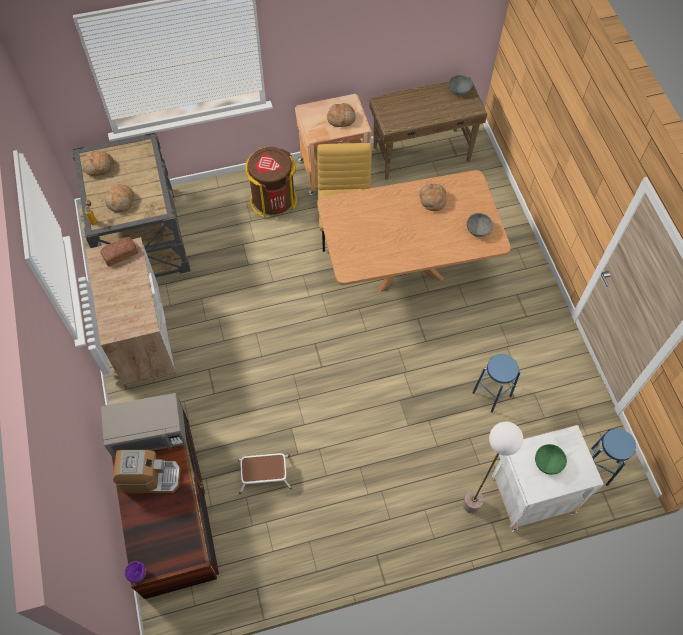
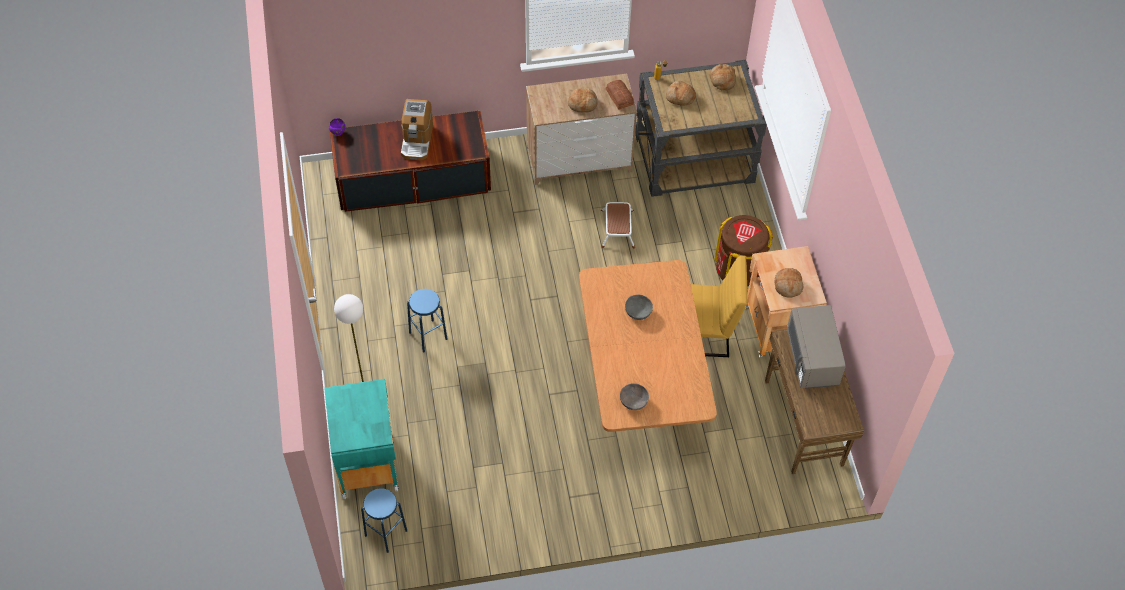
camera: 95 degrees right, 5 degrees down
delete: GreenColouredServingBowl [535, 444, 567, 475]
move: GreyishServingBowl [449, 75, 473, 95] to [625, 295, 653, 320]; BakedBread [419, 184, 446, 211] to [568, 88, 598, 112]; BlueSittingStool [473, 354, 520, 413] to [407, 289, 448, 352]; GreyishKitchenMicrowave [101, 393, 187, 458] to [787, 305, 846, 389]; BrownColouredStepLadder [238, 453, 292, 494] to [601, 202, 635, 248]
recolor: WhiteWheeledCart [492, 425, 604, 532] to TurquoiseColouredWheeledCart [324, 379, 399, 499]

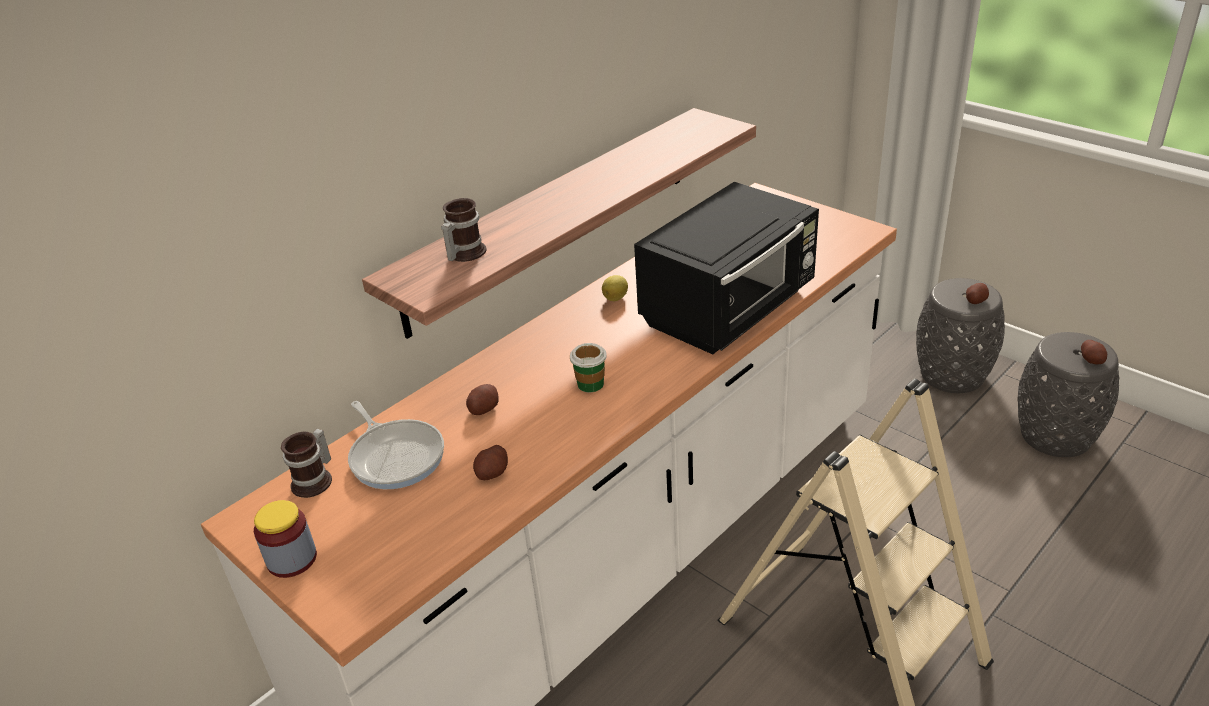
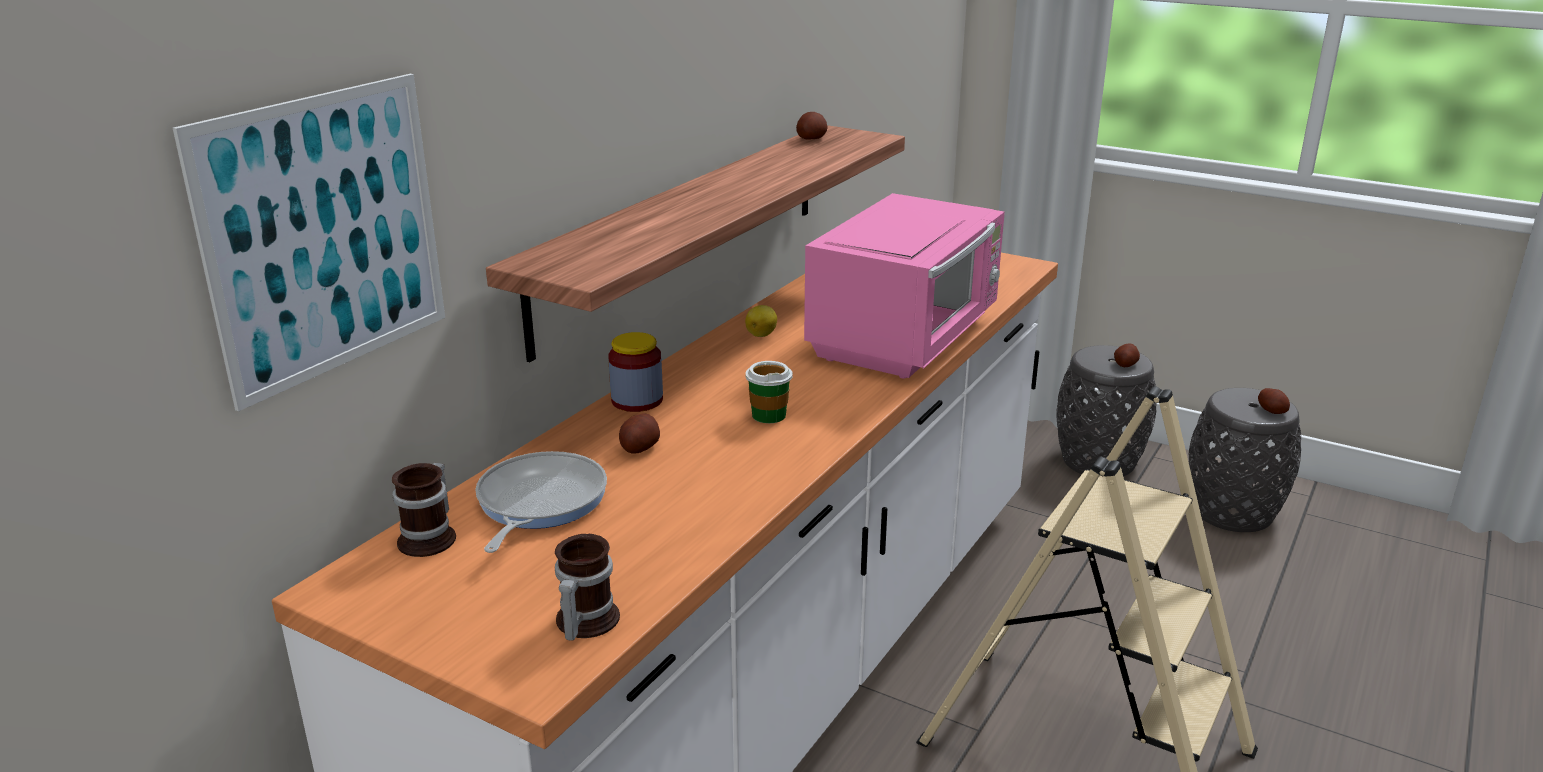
camera: 15 degrees left, 10 degrees down
insert: WallArt [173, 74, 445, 411]
move: TeaMug [441, 198, 486, 262] to [555, 534, 620, 641]; Potato [473, 445, 508, 480] to [796, 112, 828, 140]; PreserveJar [254, 500, 317, 578] to [608, 332, 663, 412]
recolor: BlackishKitchenMicrowave [634, 182, 819, 354] to PinkishKitchenMicrowave [804, 193, 1005, 379]
rotate: Pan [348, 401, 444, 489] = [475, 451, 607, 553] 120 degrees counterclockwise

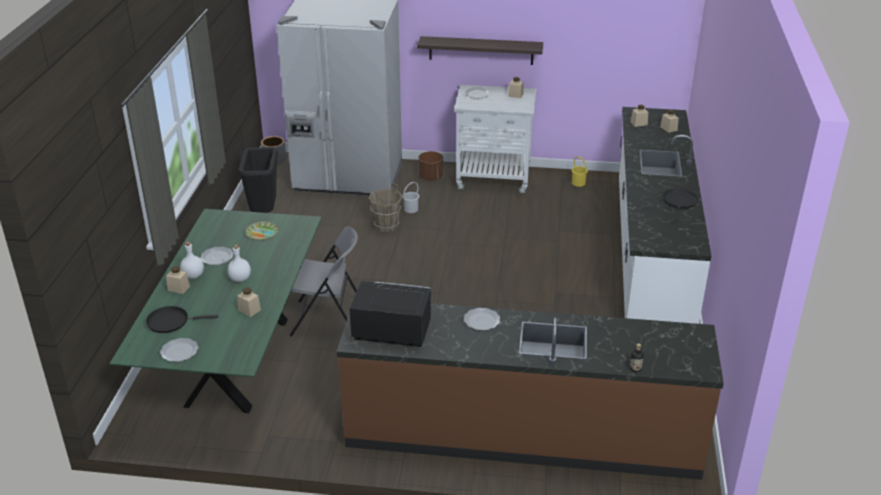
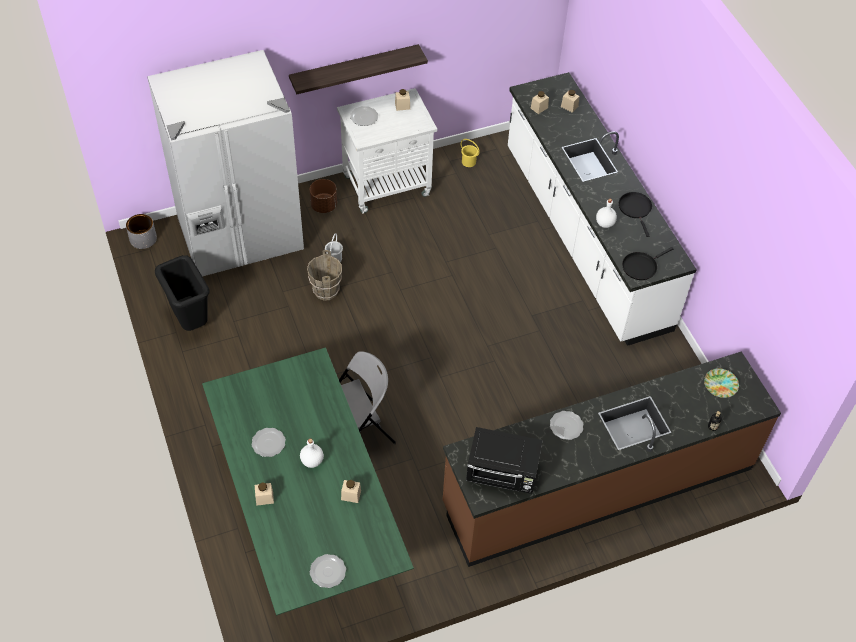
camera: 30 degrees left, 20 degrees up
move: Plate [245, 221, 279, 240] to [704, 368, 739, 398]; WhiteBeverageBottle [180, 242, 204, 279] to [596, 199, 617, 228]; BlackishPan [146, 306, 218, 333] to [622, 247, 673, 280]
rotate: BlackishKitchenMicrowave [349, 281, 431, 347] = [466, 427, 543, 494] 150 degrees counterclockwise

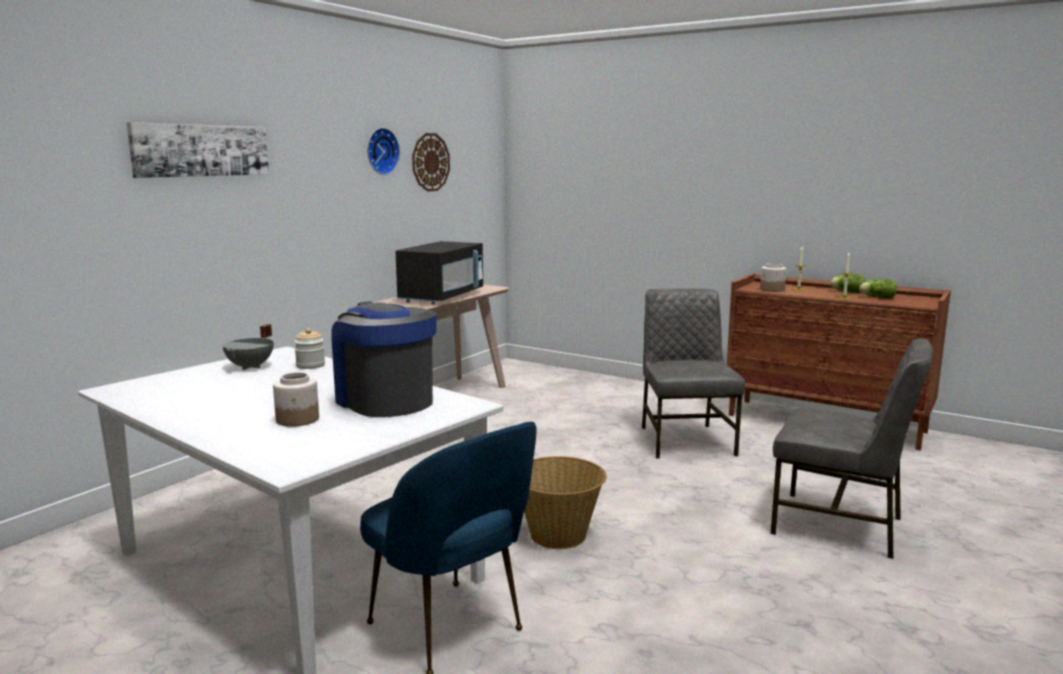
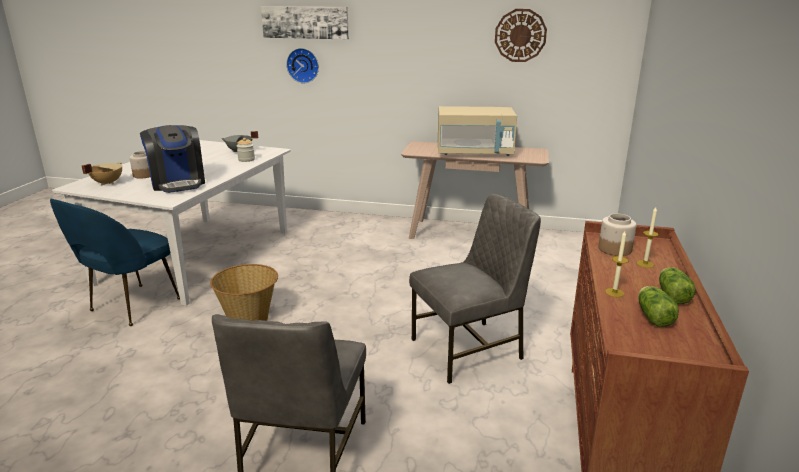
camera: 70 degrees right, 10 degrees up
insert: BeigeColouredSaucepot [82, 162, 122, 185]
move: HangingClock [367, 128, 400, 175] to [286, 48, 319, 83]
recolor: BlackishKitchenMicrowave [396, 241, 483, 304] to BeigeColouredKitchenMicrowave [438, 106, 517, 156]
rotate: CoffeeMaker [331, 301, 437, 417] = [140, 125, 205, 193] 120 degrees clockwise

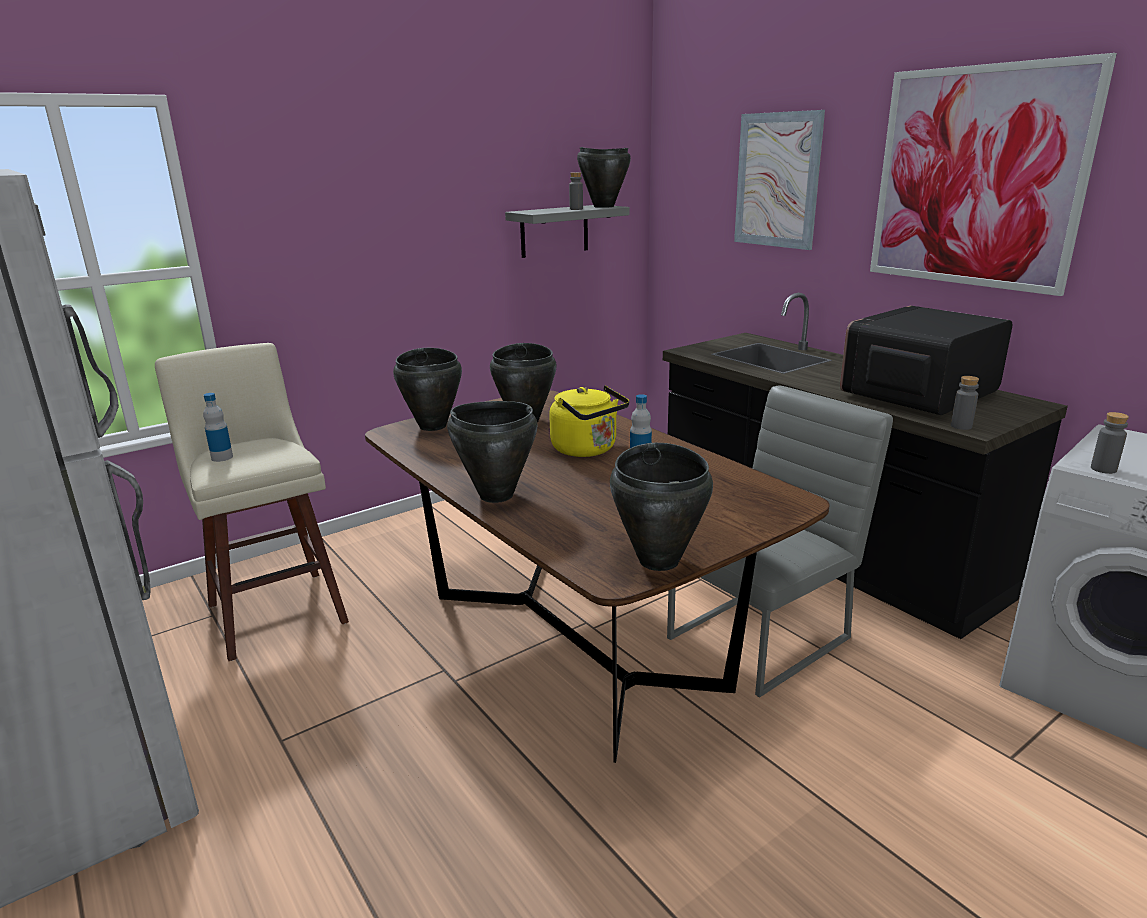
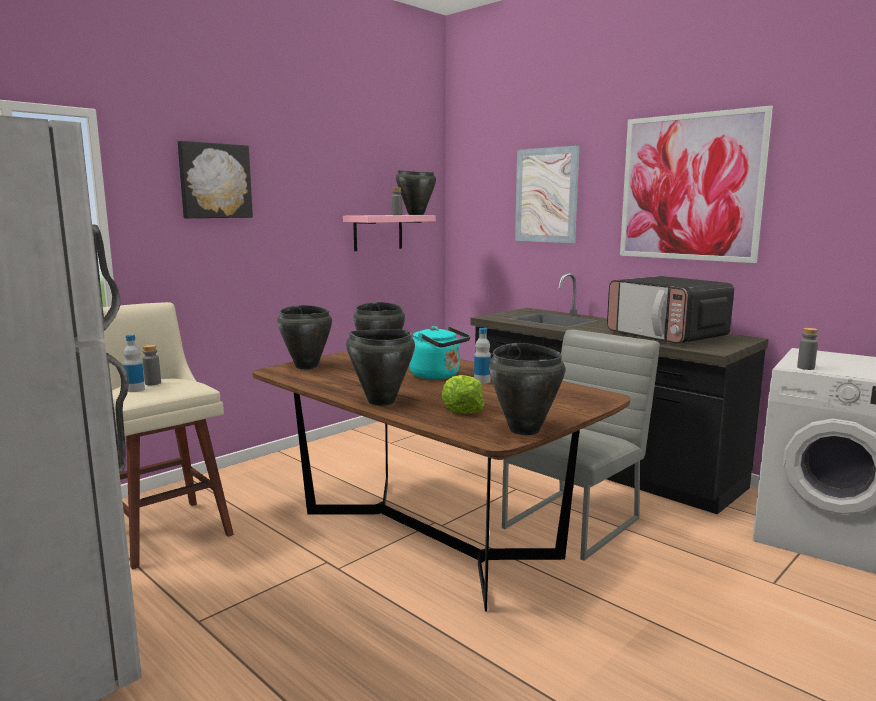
camera: 10 degrees left, 10 degrees down
insert: WallArt [178, 141, 253, 218]; Lettuce [442, 375, 484, 414]
move: GreyishBeverageBottle [951, 376, 979, 430] to [143, 345, 161, 385]
recolor: GreyishBracketShelf [505, 205, 630, 258] to PinkishBracketShelf [343, 215, 436, 251]; YellowishKettle [549, 385, 629, 457] to TurquoiseColouredKettle [409, 326, 470, 379]
rotate: KitchenMicrowave [840, 306, 1012, 415] = [607, 276, 734, 344] 75 degrees counterclockwise

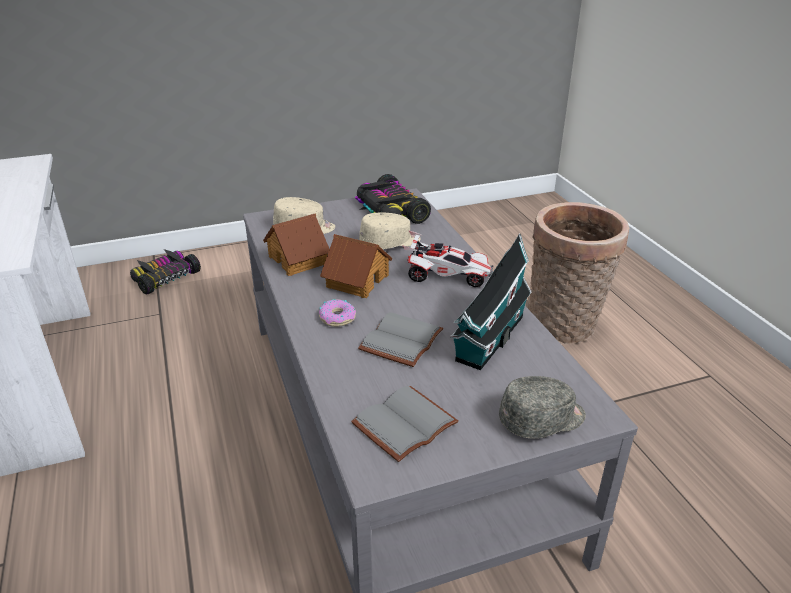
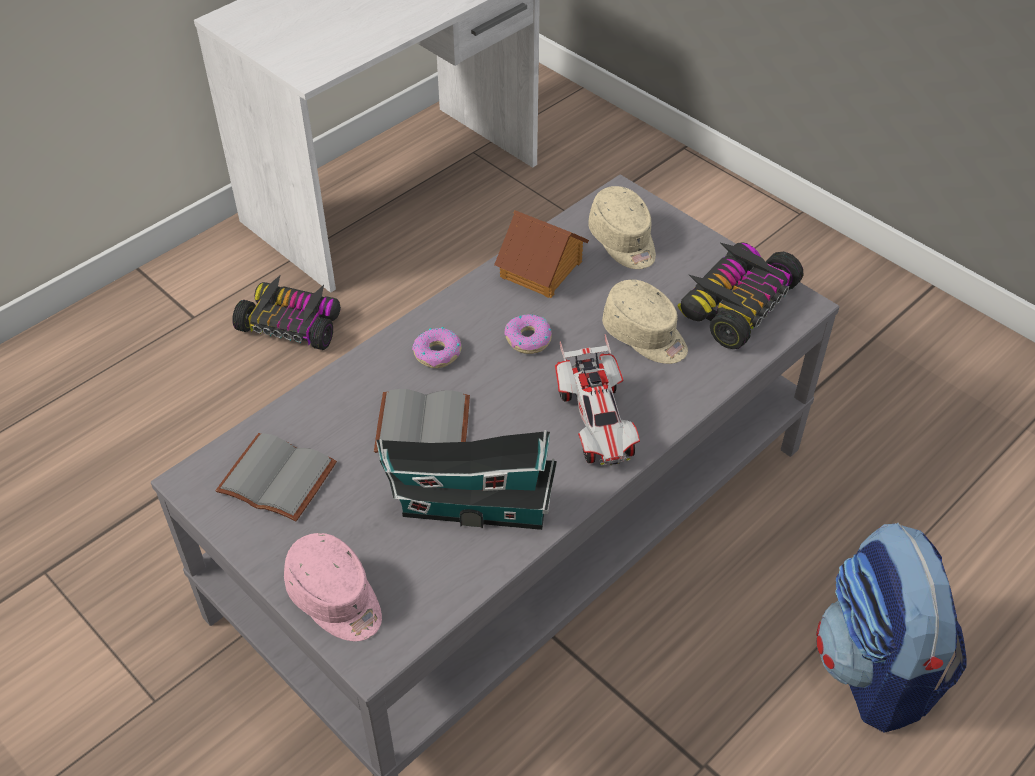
camera: 65 degrees right, 15 degrees up
move: ModelCar [130, 249, 201, 294] to [232, 276, 341, 350]
replace: HouseholdBasket [528, 202, 629, 344] to Backpack [816, 523, 967, 733]; ToyHouse [320, 234, 392, 298] to RingDoughnut [505, 314, 552, 354]
recolor: GreyishPeakedCap [499, 376, 586, 439] to PinkishPeakedCap [284, 533, 382, 641]

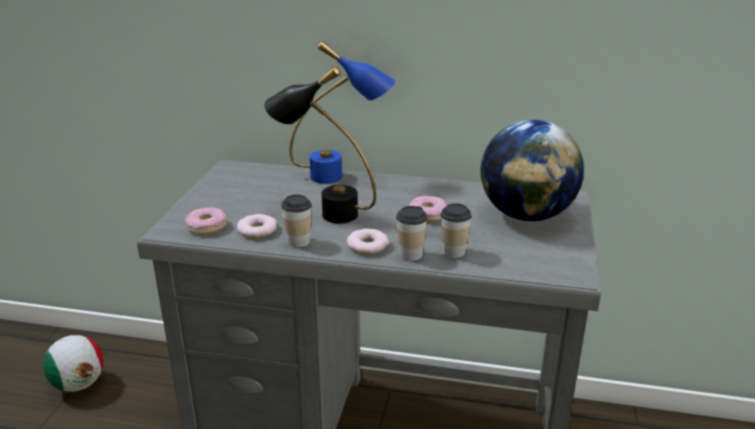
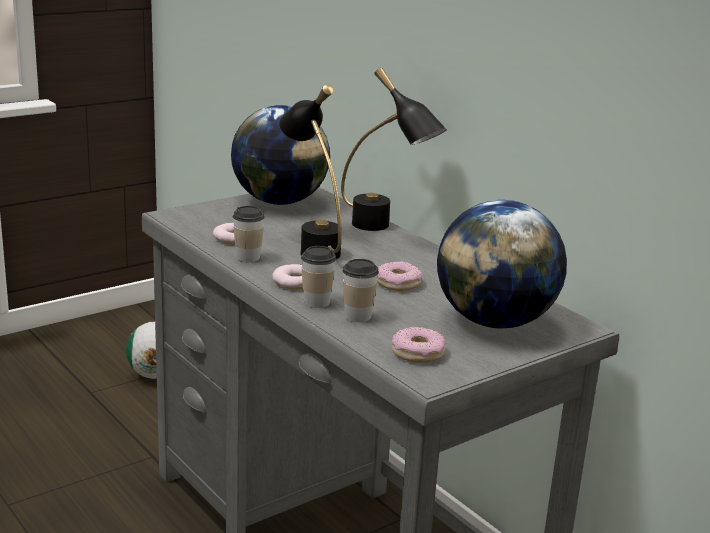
camera: 40 degrees right, 5 degrees down
insert: WorldGlobe [231, 105, 330, 205]
move: RingDoughnut [185, 207, 226, 235] to [392, 327, 446, 363]
recolor: BlueTabletopLamp [289, 41, 395, 184] to BlackishTabletopLamp [341, 68, 447, 231]

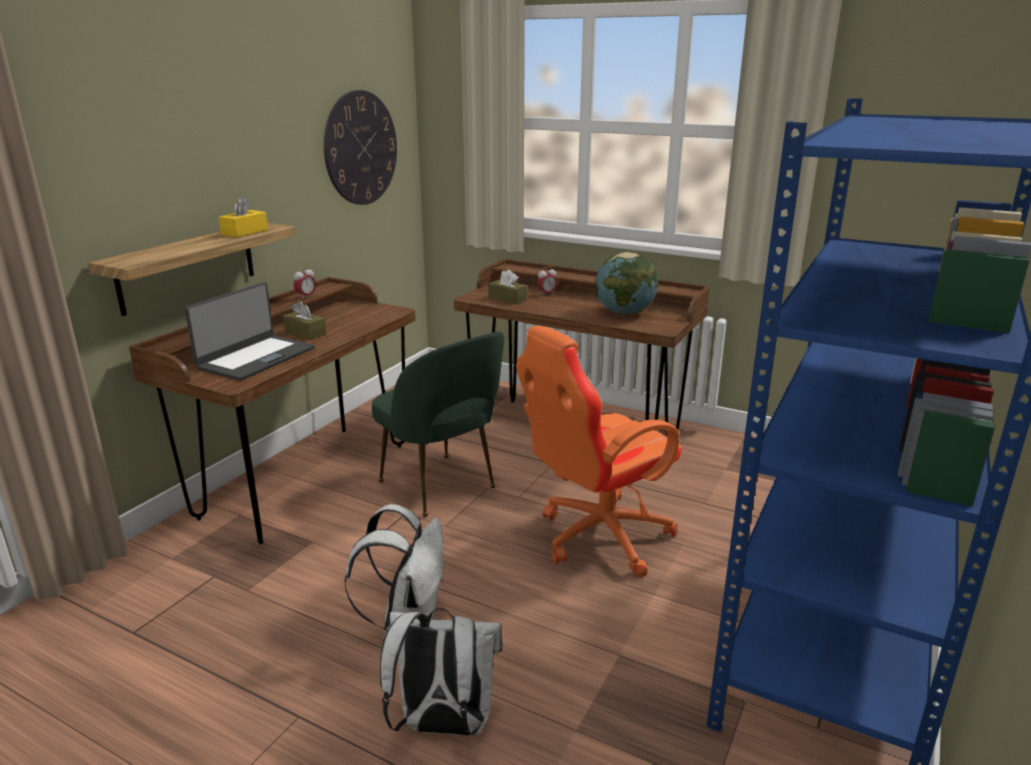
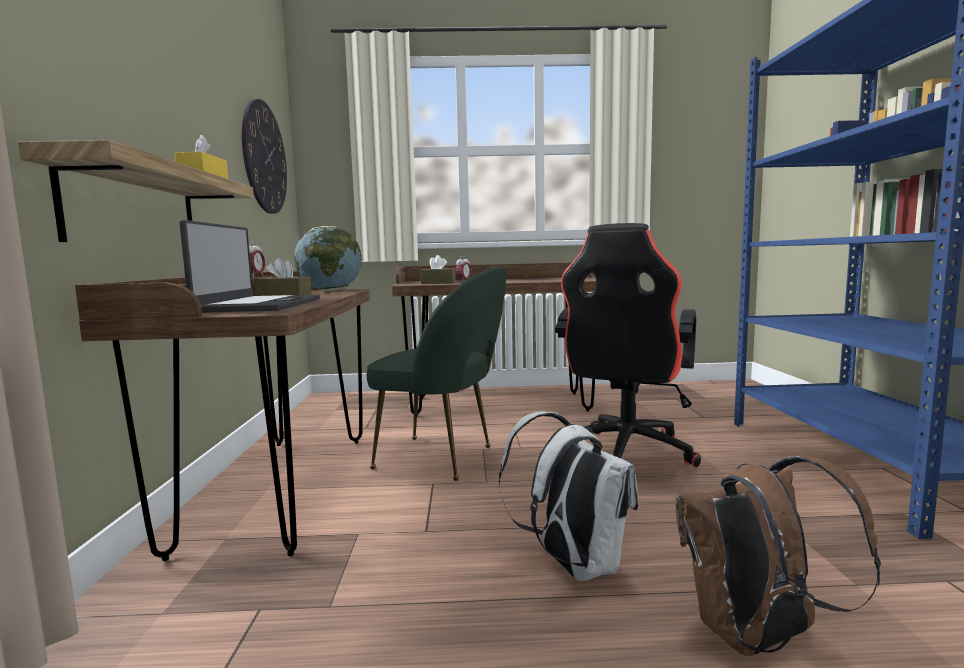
camera: 30 degrees left, 15 degrees down
move: WorldGlobe [595, 252, 658, 315] to [294, 226, 362, 291]
recolor: OrangeColouredComputerChair [516, 326, 681, 578] to BlackishComputerChair [555, 223, 701, 467]; WhiteBackpack [380, 608, 502, 736] to BrownColouredBackpack [675, 455, 881, 656]

